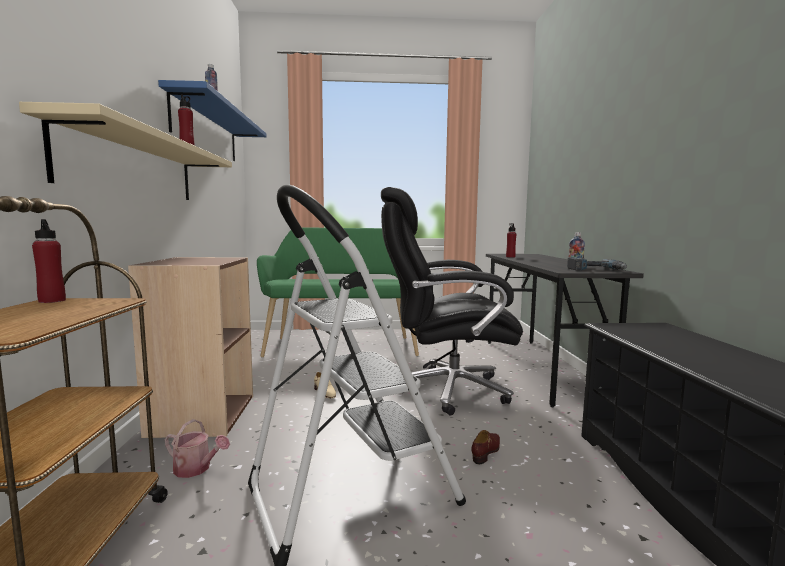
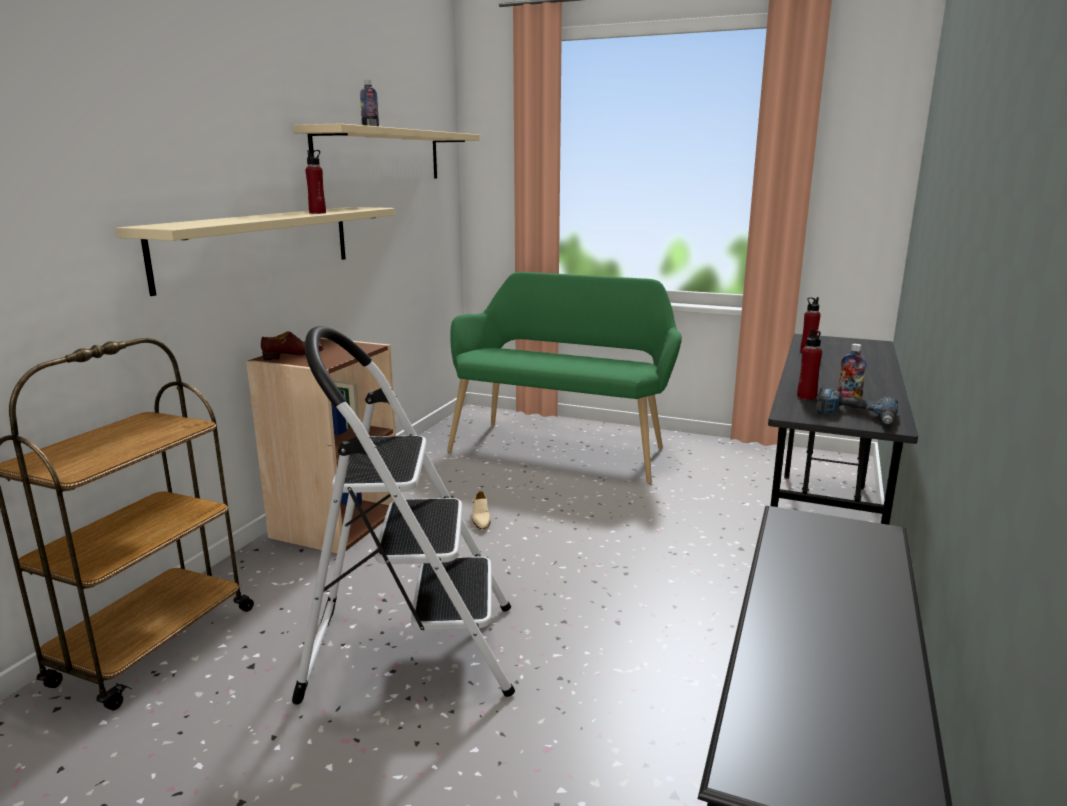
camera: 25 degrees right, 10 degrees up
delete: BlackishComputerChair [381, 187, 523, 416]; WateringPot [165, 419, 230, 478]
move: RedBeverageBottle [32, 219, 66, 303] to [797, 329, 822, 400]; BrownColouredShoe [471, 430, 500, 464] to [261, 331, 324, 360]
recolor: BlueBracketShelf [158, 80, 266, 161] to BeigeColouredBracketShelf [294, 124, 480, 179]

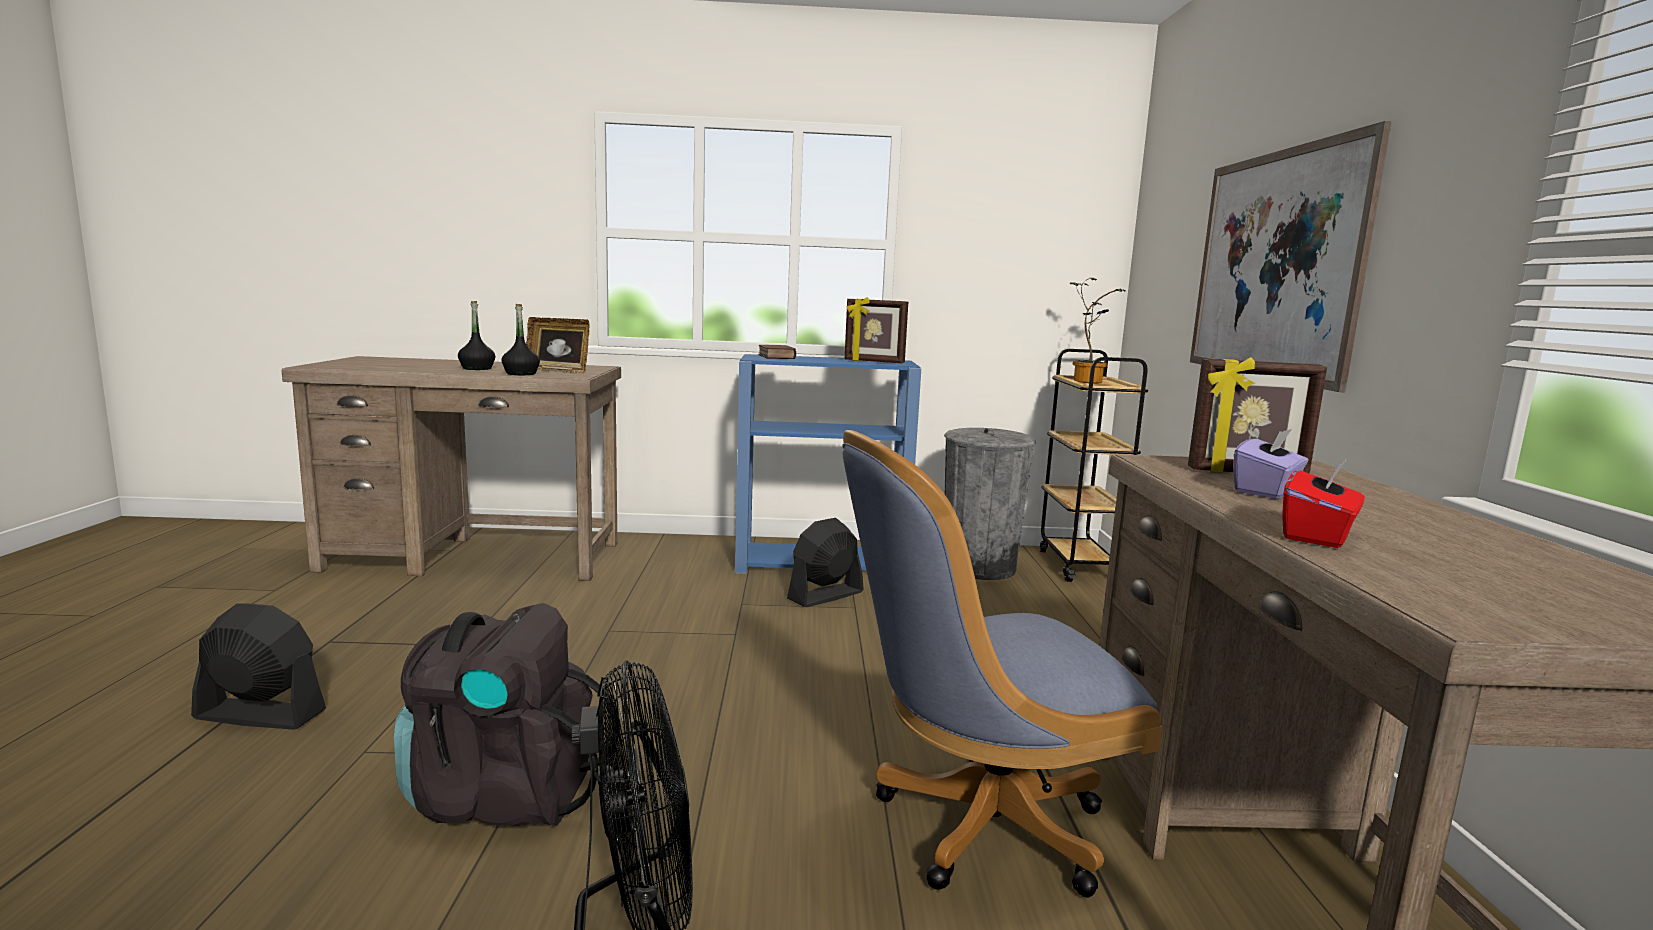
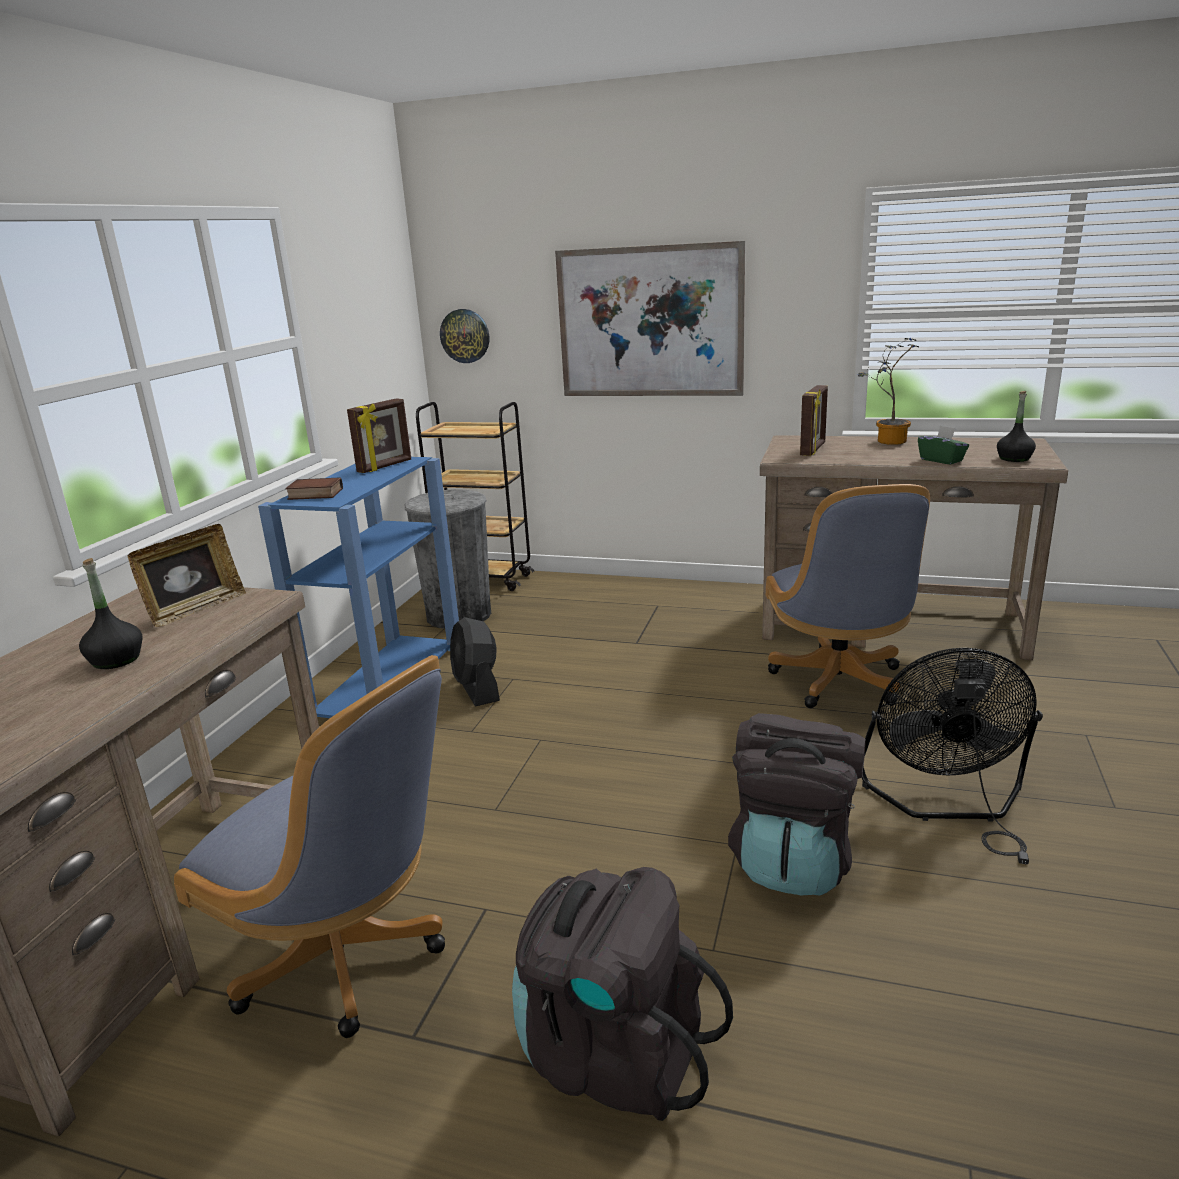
camera: 70 degrees left, 10 degrees up
delete: PurpleColouredBoxOfTissues [1234, 429, 1308, 499]
insert: HangingClock [440, 309, 489, 363]; BlueComputerChair [174, 655, 445, 1038]
move: Houseplant [1070, 278, 1127, 383] to [858, 338, 919, 445]; BlackishBeverageBottle [501, 304, 540, 375] to [997, 391, 1036, 462]
replace: BlackishFan [191, 603, 326, 730] to BlackishBackpack [512, 867, 733, 1121]
recolor: RedBoxOfTissues [1282, 459, 1365, 548] to GreenColouredBoxOfTissues [918, 426, 969, 464]

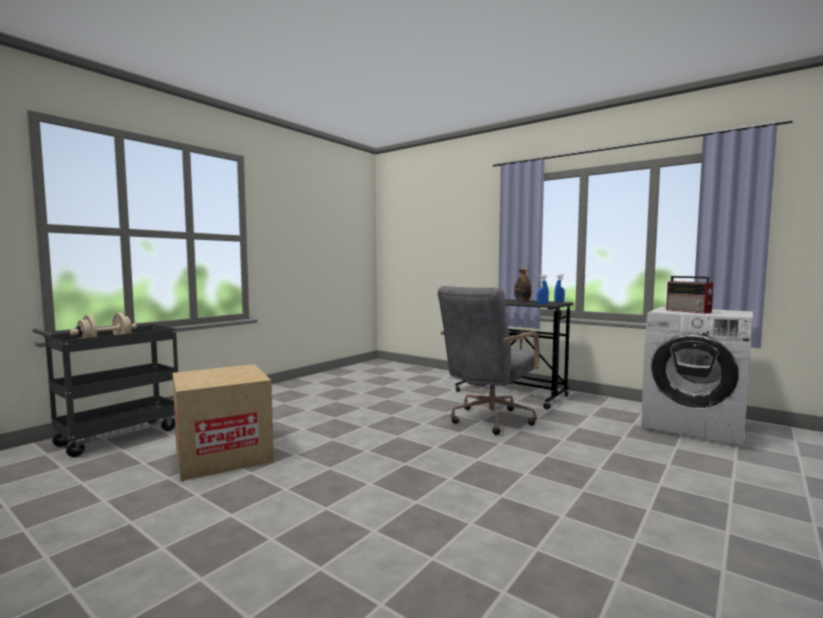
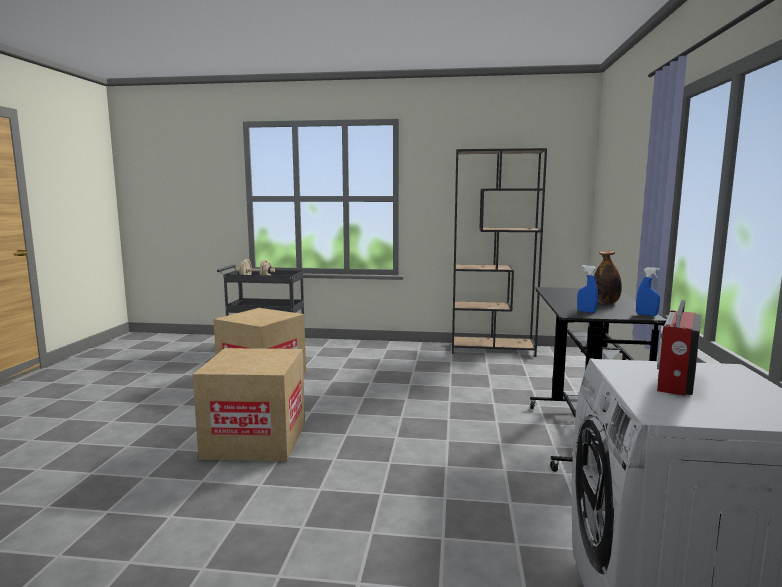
camera: 60 degrees right, 5 degrees up
delete: GreyishComputerChair [438, 286, 539, 435]
insert: Bookshelf [452, 148, 547, 357]; Carton [193, 348, 305, 461]

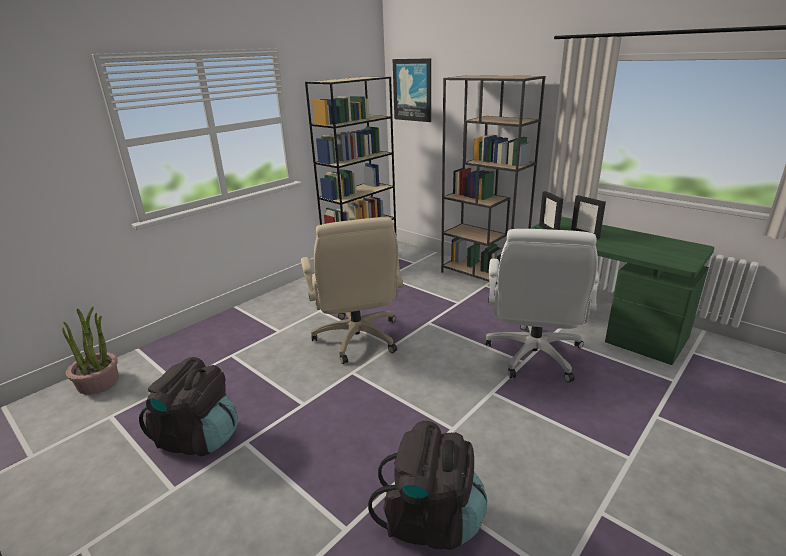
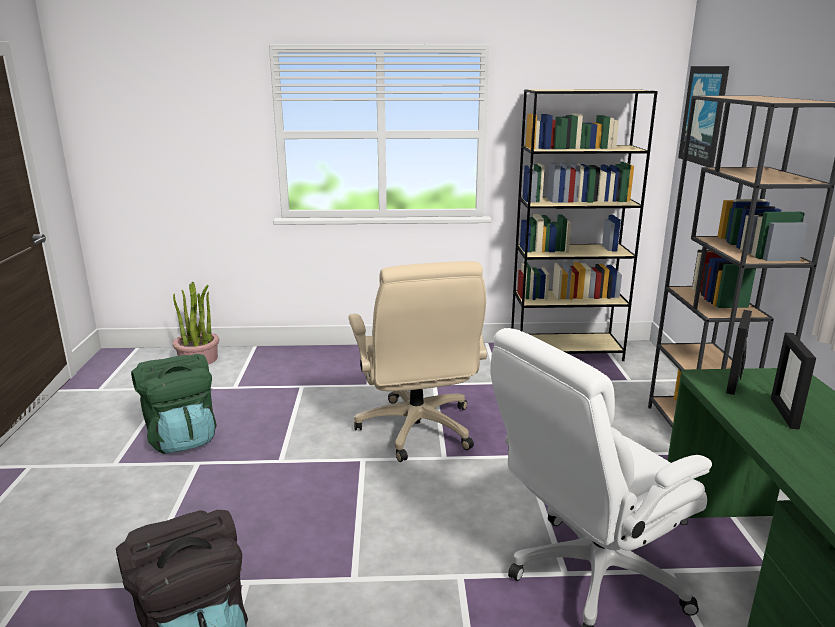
camera: 45 degrees right, 5 degrees down
recolor: BlackishBackpack [139, 357, 238, 456] to GreenColouredBackpack [131, 354, 217, 454]
rotate: BeigeColouredComputerChair [301, 217, 403, 364] = [348, 261, 487, 462] 45 degrees counterclockwise

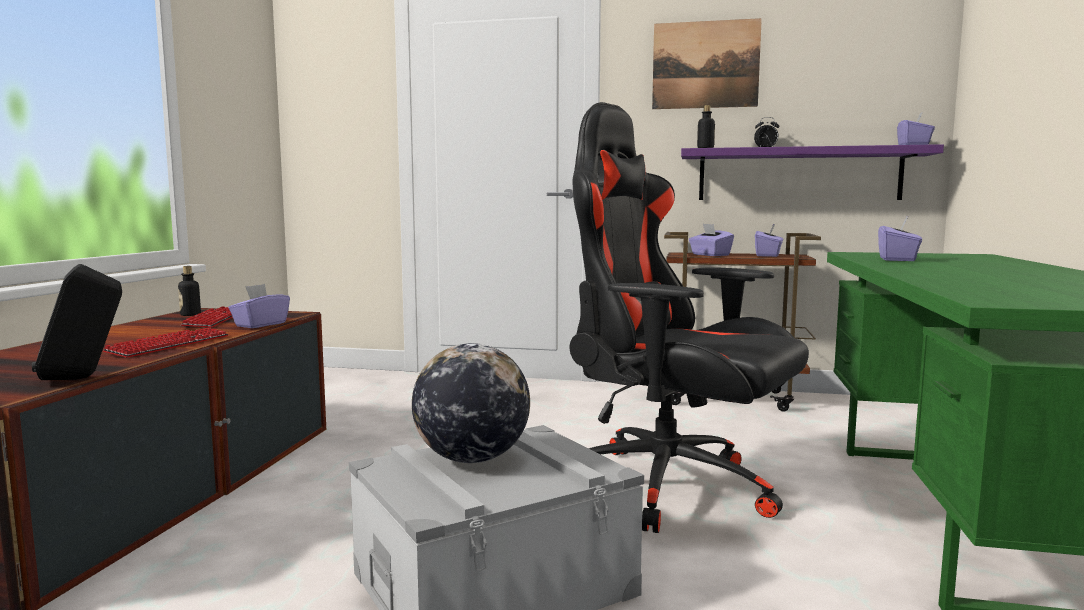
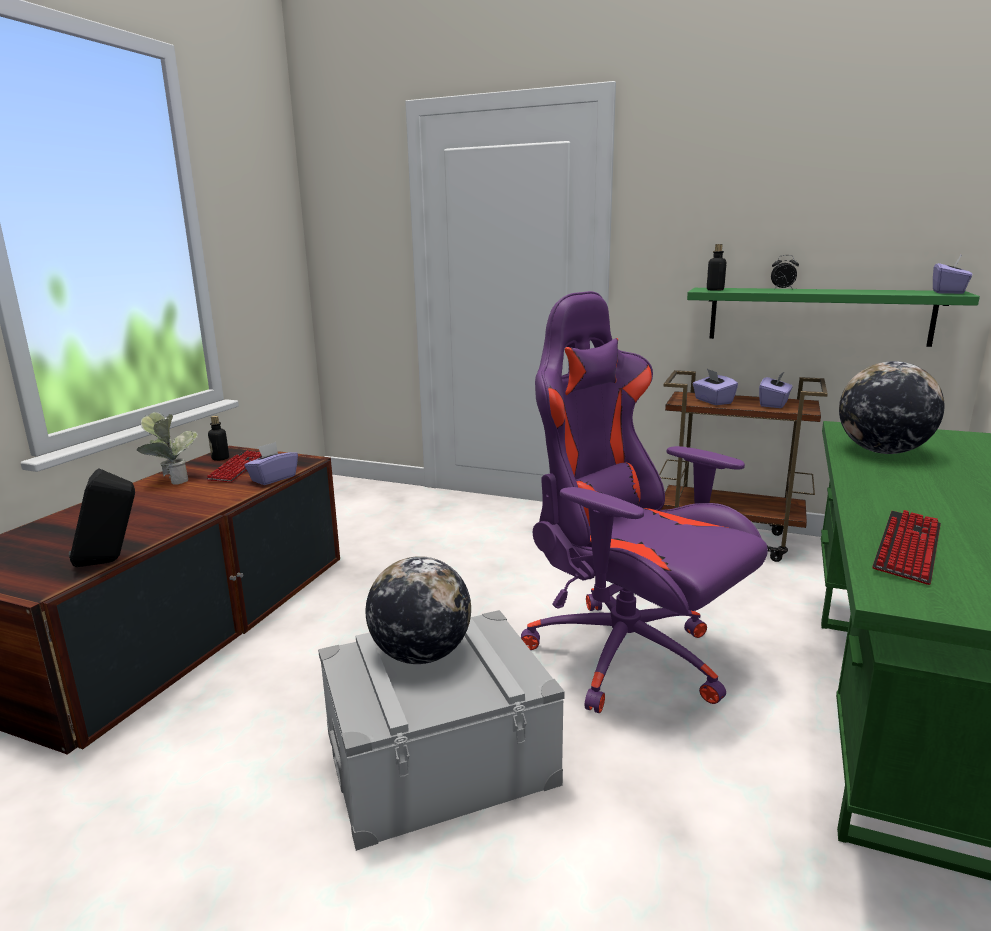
camera: 10 degrees right, 10 degrees up
delete: WallArt [652, 18, 762, 109]
insert: Houseplant [136, 412, 198, 485]
move: Keyboard [103, 327, 229, 358] to [872, 510, 941, 585]
replace: PurpleColouredBoxOfTissues [878, 217, 922, 261] to WorldGlobe [839, 361, 944, 454]
recolor: BlackishComputerChair [569, 102, 809, 533] to PurpleColouredComputerChair [521, 291, 768, 713]; PurpleColouredBracketShelf [681, 144, 944, 200] to GreenColouredBracketShelf [687, 288, 980, 347]

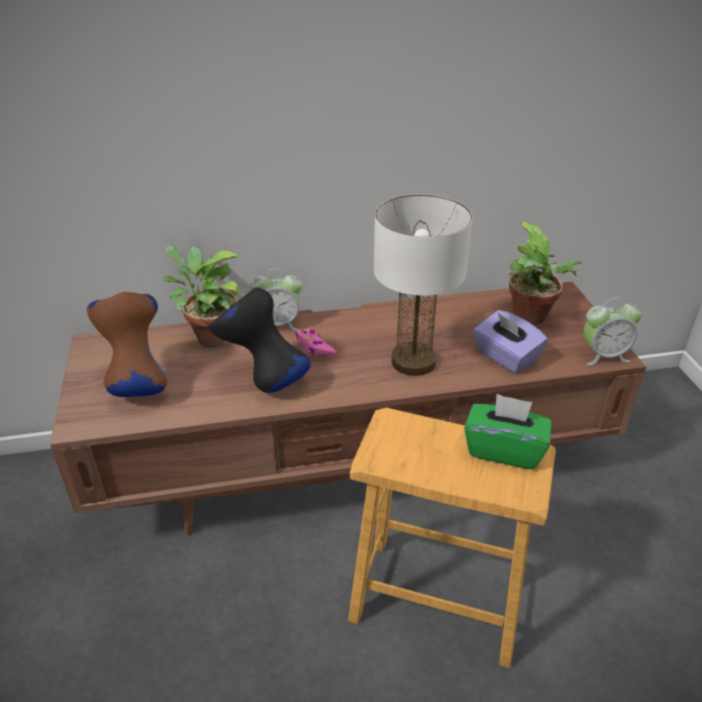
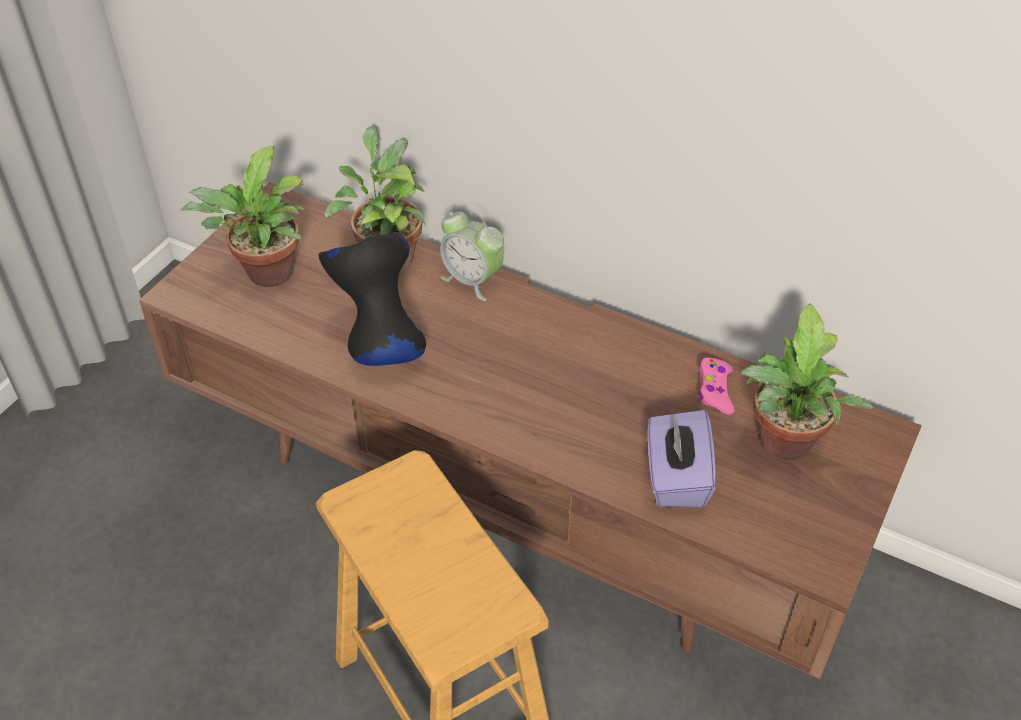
camera: 40 degrees right, 10 degrees up
delete: TabletopLamp [374, 194, 473, 376]; AlarmClock [584, 297, 642, 365]; GreenColouredBoxOfTissues [464, 394, 552, 470]
move: PinkishGamepad [296, 329, 336, 356] to [698, 357, 734, 415]
replace: BrownColouredVase [87, 292, 167, 397] to Houseplant [180, 146, 305, 287]

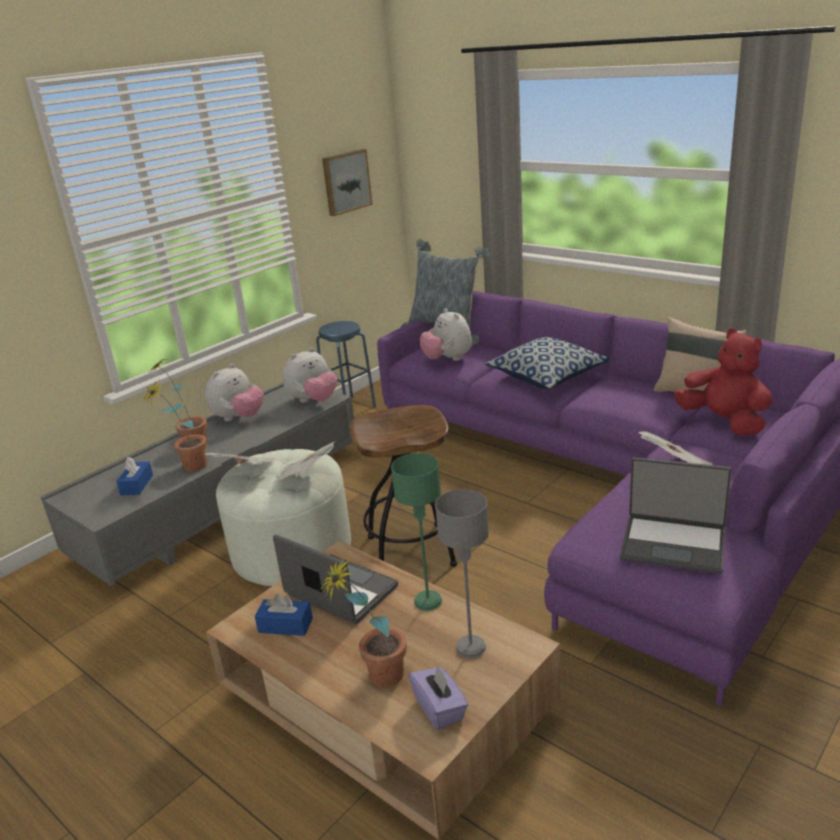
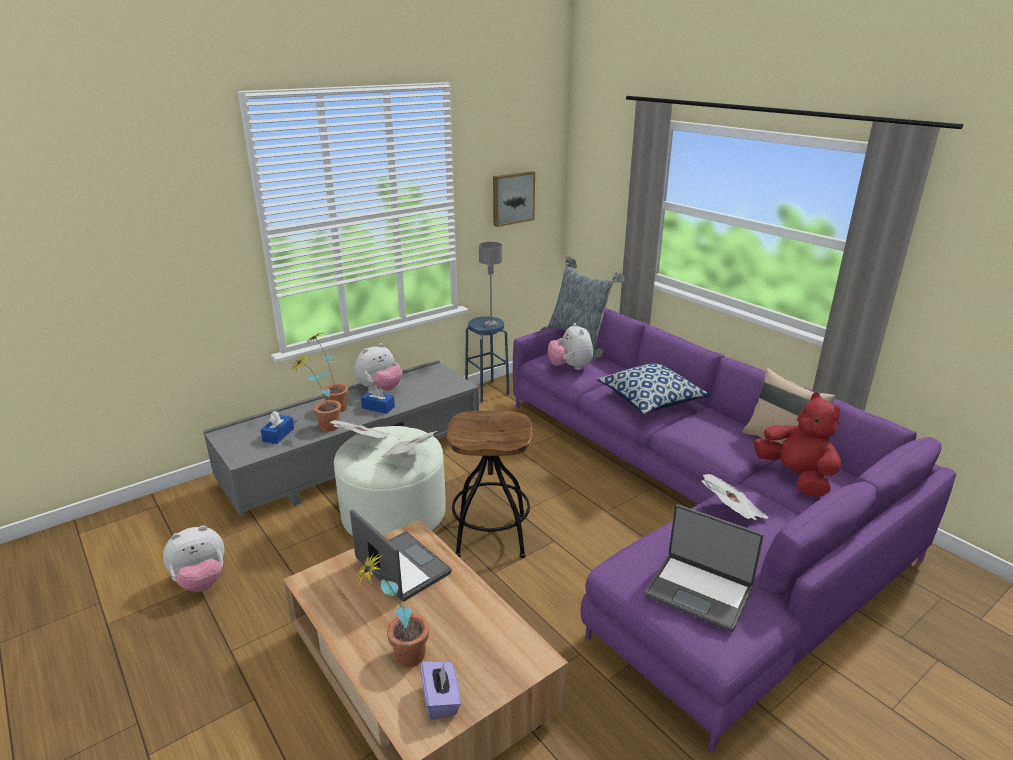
camera: 10 degrees right, 0 degrees up
delete: GreenColouredTabletopLamp [391, 453, 442, 611]
move: CuddlyToy [282, 348, 337, 403] to [163, 525, 225, 592]; GreyishTabletopLamp [435, 489, 489, 659] to [479, 242, 502, 328]; BlueBoxOfTissues [255, 593, 313, 636] to [361, 386, 395, 414]

